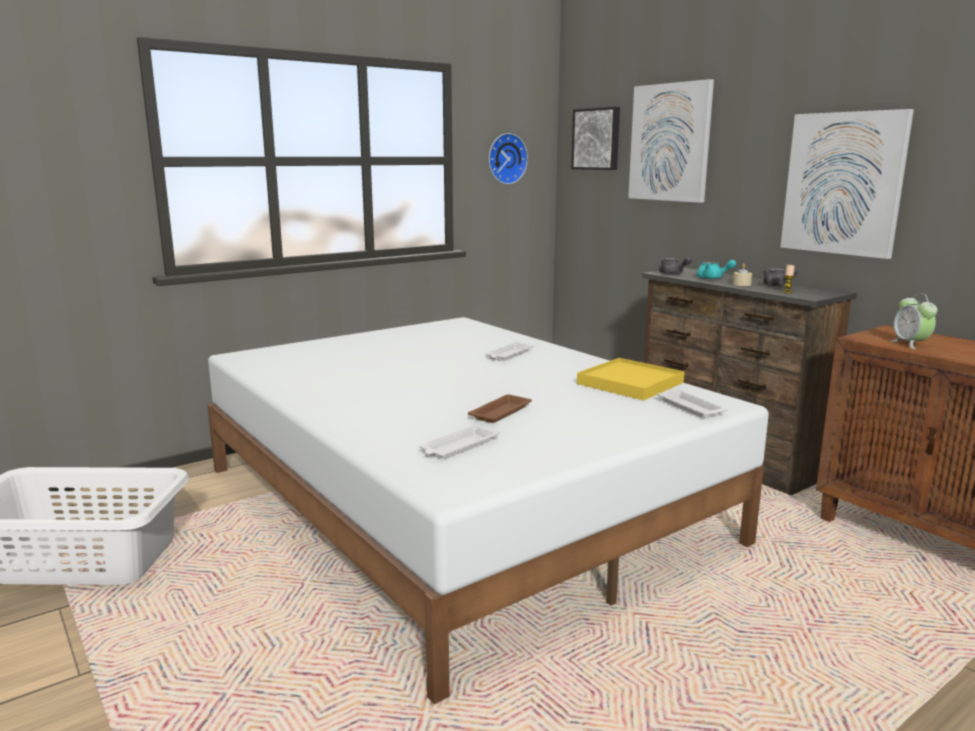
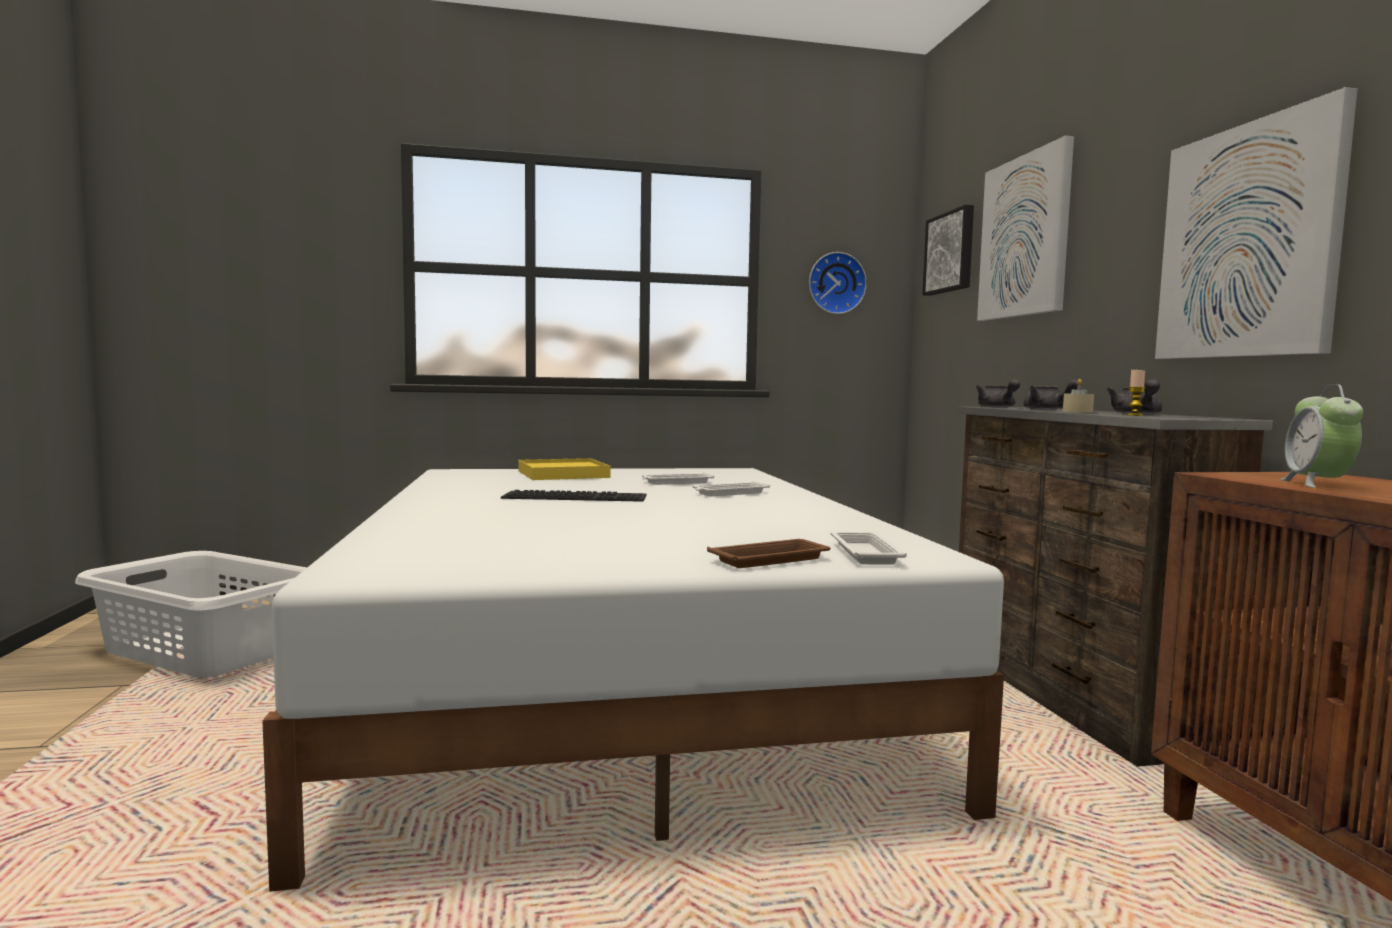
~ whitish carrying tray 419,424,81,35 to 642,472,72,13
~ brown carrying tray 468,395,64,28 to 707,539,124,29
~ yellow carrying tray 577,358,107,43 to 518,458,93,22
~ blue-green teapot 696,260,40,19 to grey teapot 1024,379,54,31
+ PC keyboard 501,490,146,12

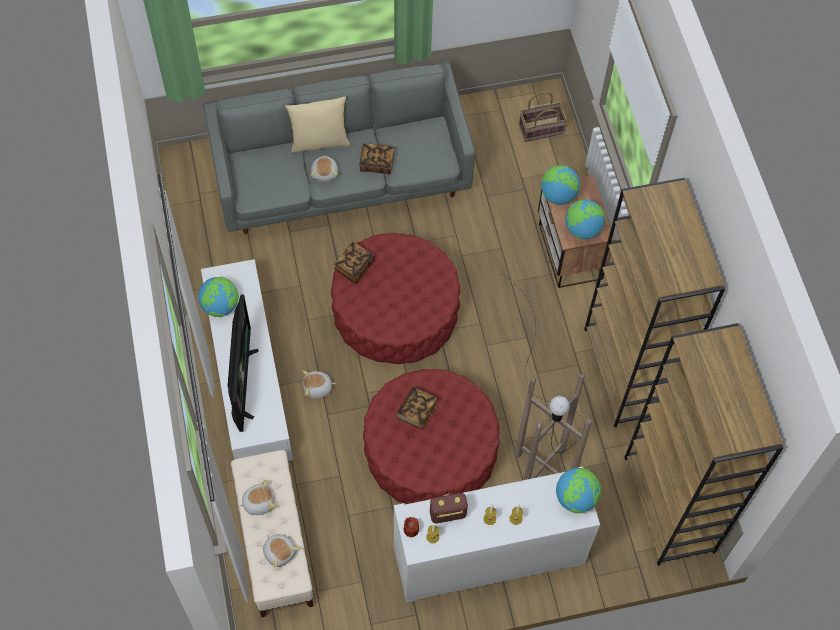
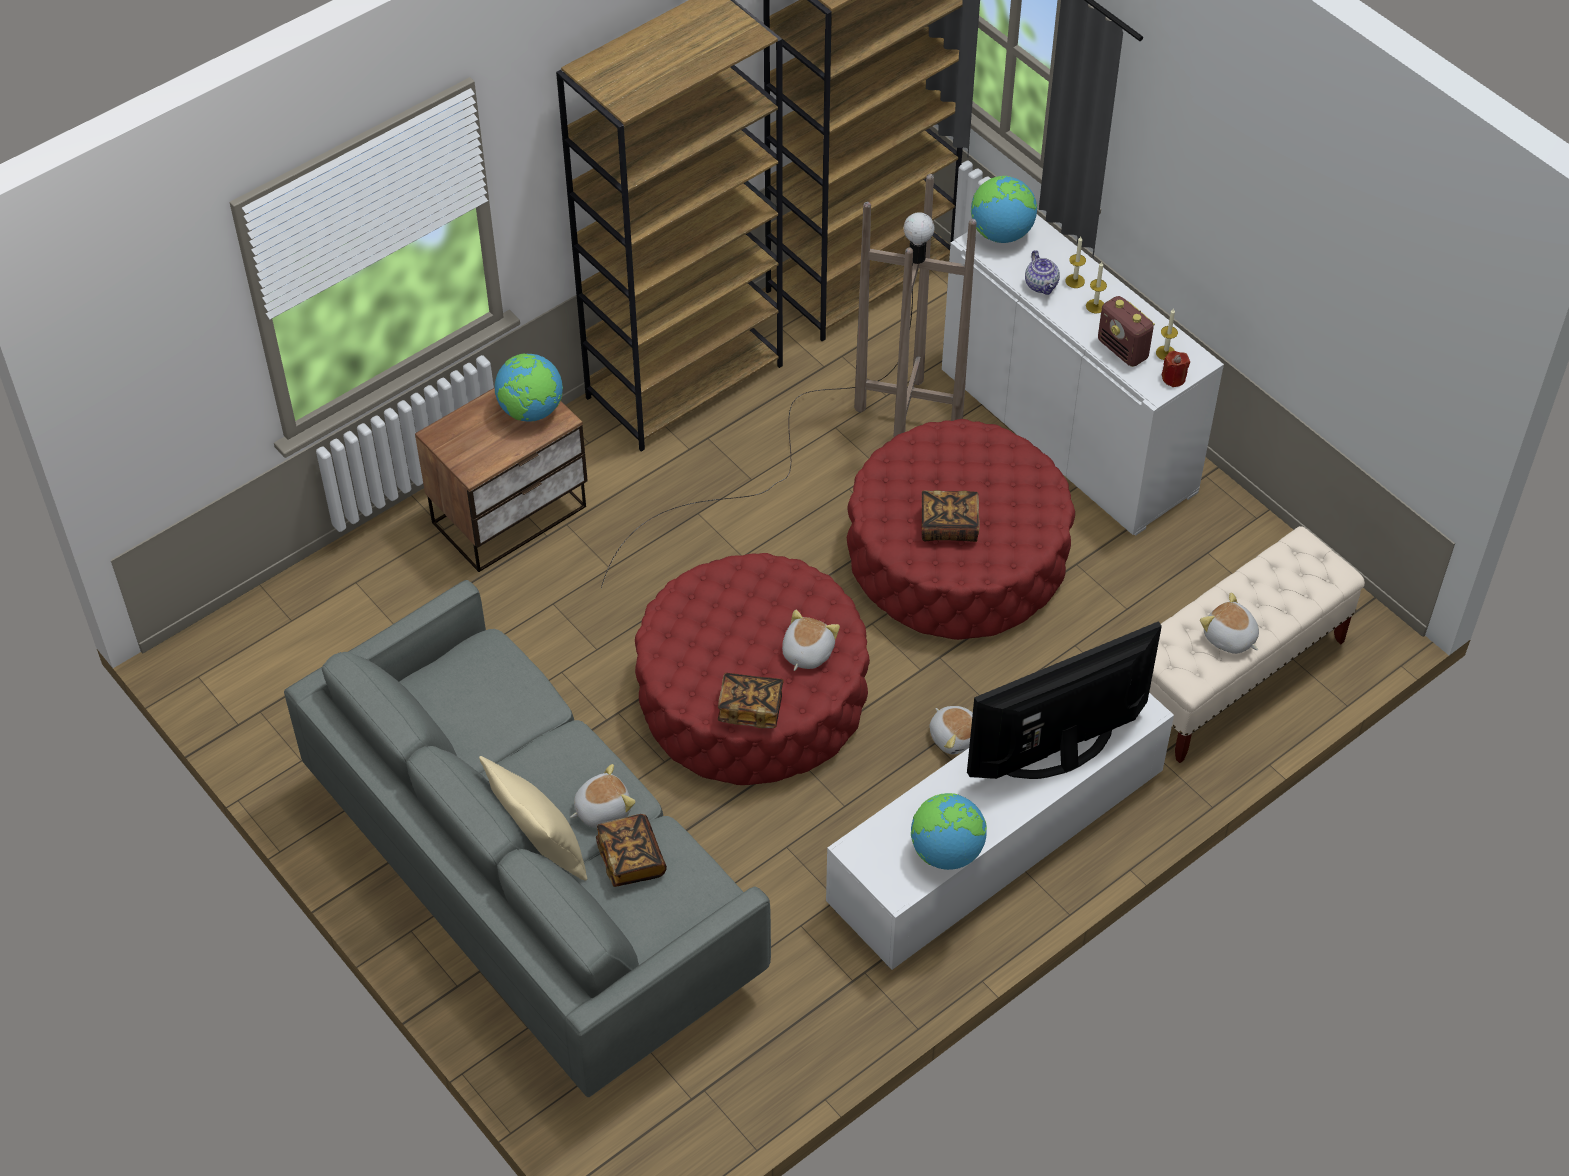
~ soft toy 263,534,36,33 to 782,610,58,61
~ book 359,143,35,32 to 596,814,71,73
- storage basket 519,91,48,51
- world globe 541,166,39,39
+ teapot 1025,250,35,45

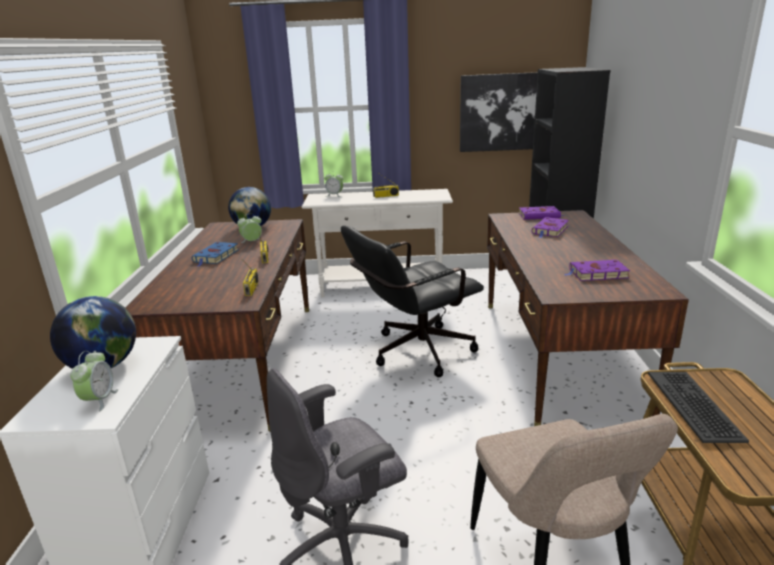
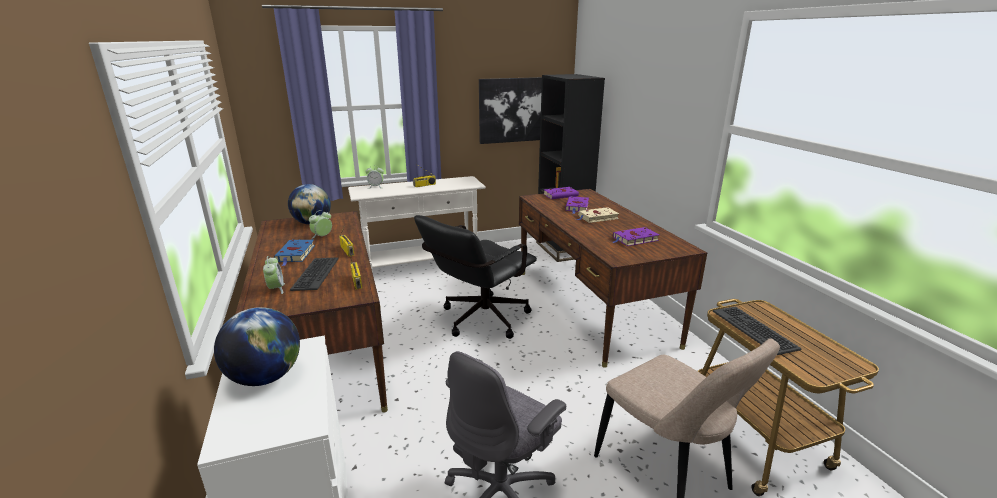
~ table clock 70,351,48,60 to 263,256,22,38
+ PC keyboard 290,257,49,34
+ beige-coloured book 576,207,43,16

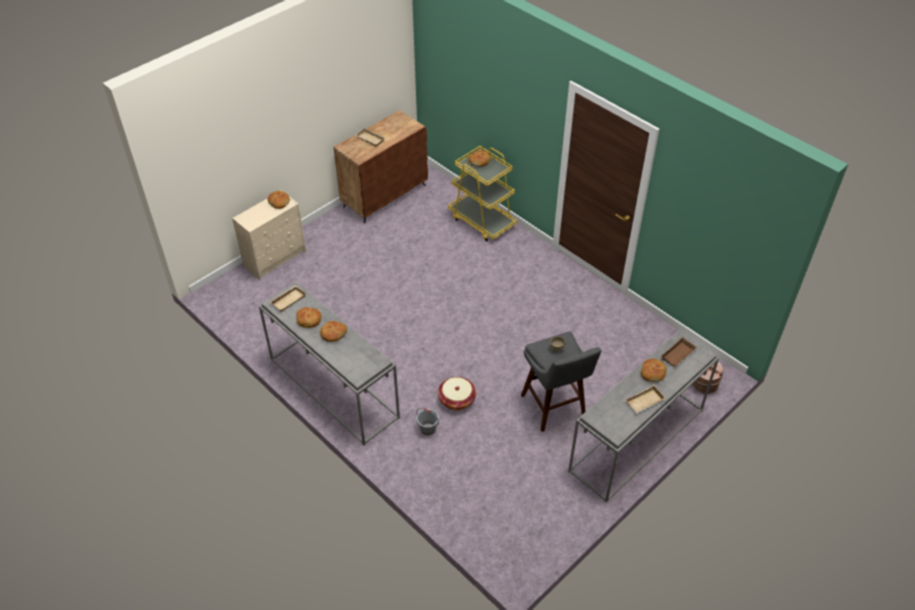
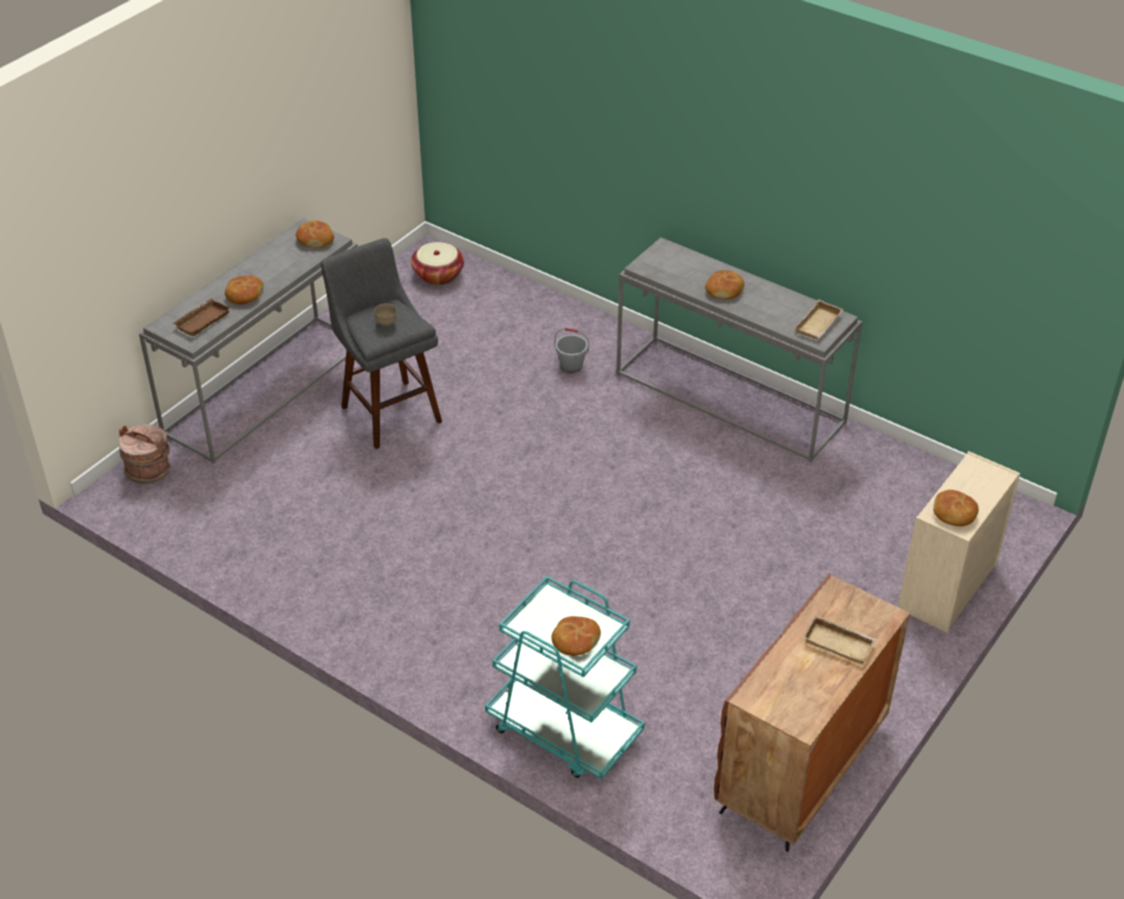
~ baked bread 296,307,25,21 to 296,221,38,27
~ storage basket 438,377,38,33 to 411,242,53,43
~ yellow wheeled cart 448,146,69,96 to blue-green wheeled cart 485,576,160,203
- beige-coloured carrying tray 625,385,41,28

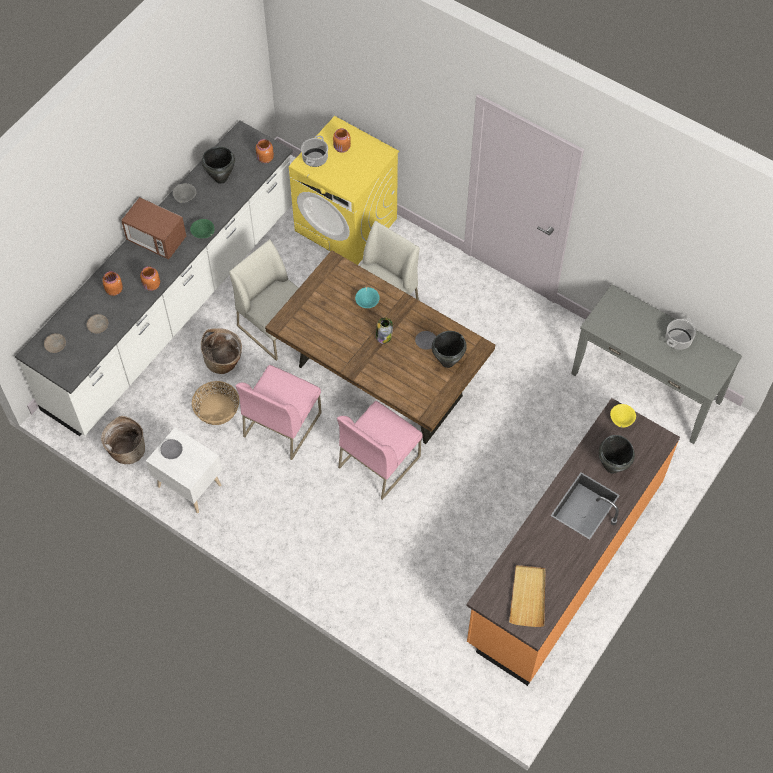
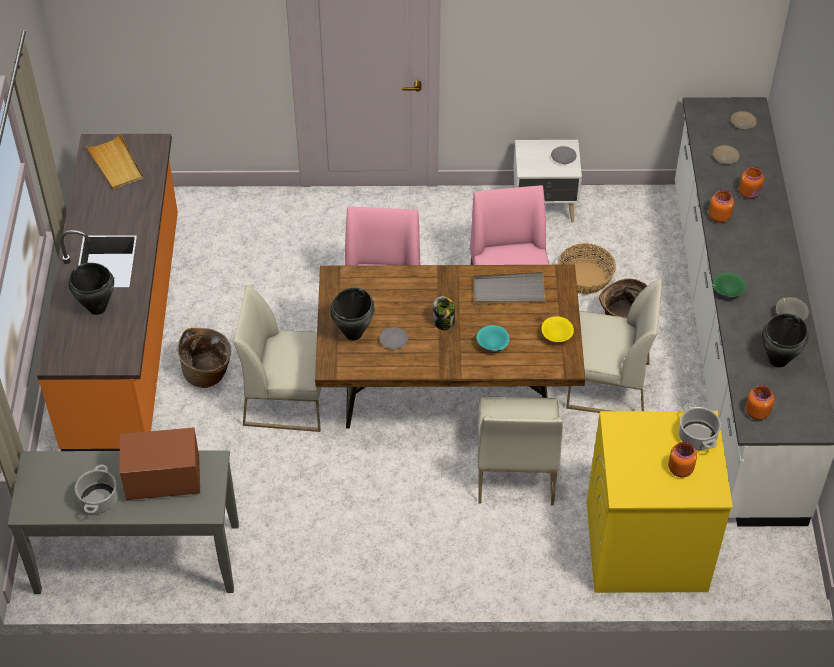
~ storage basket 101,416,44,48 to 178,328,53,60
~ microwave oven 121,197,65,62 to 120,427,80,73
~ yellow bowl 610,404,26,24 to 542,316,32,26
+ whitish chair 233,285,88,147
+ grey carrying tray 473,271,73,34

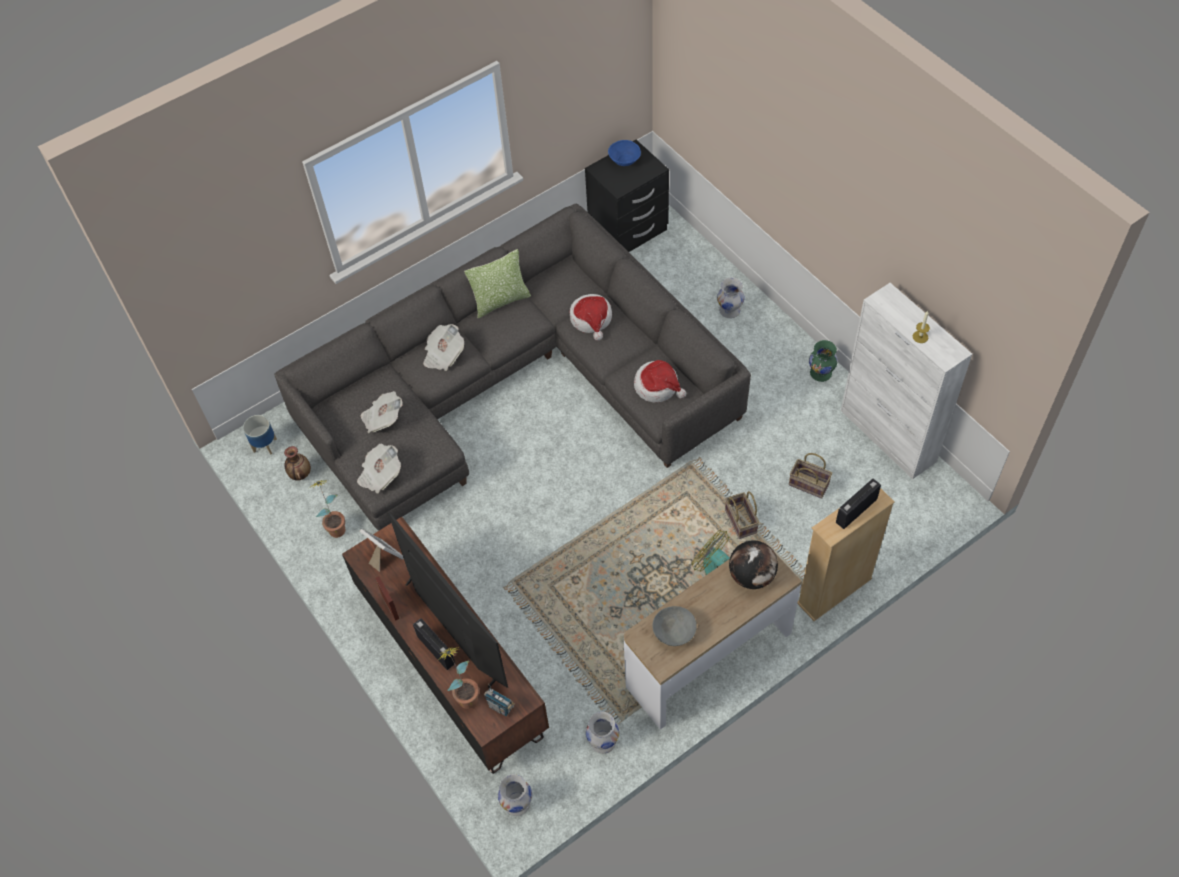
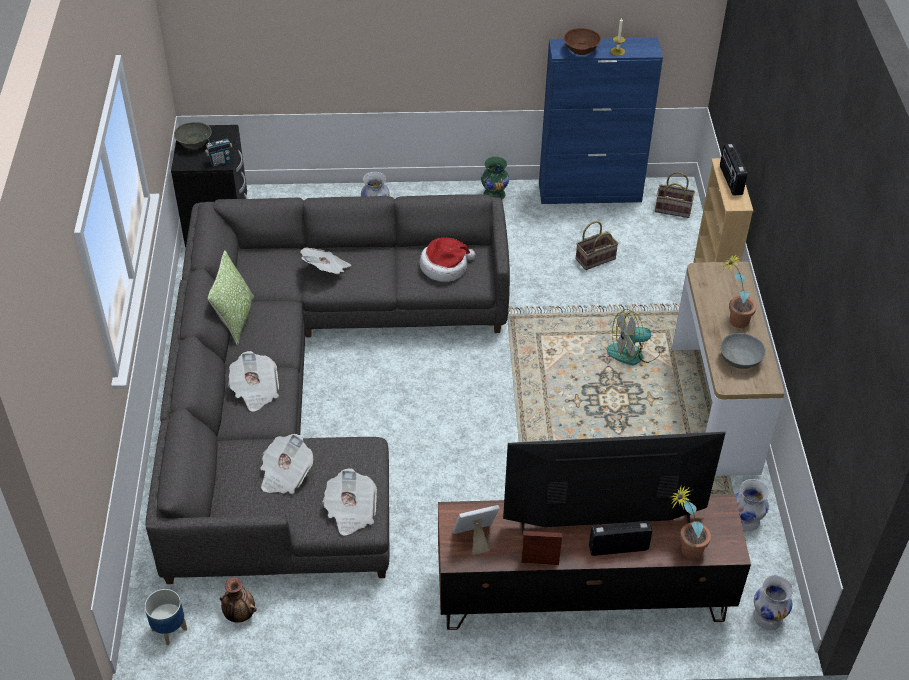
~ plant in a pot 312,480,33,58 to 722,254,35,74
~ radio set 484,684,31,32 to 205,134,27,33
~ wearable hat 570,294,42,47 to printed paper 300,248,51,26
~ bluish bowl 608,140,33,26 to grey bowl 174,122,38,27
~ storage basket 725,491,34,48 to 655,172,40,46
- world globe 729,540,49,49
~ whitish cupboard 841,283,131,196 to bluish cupboard 539,37,124,167
+ brown bowl 564,28,37,27

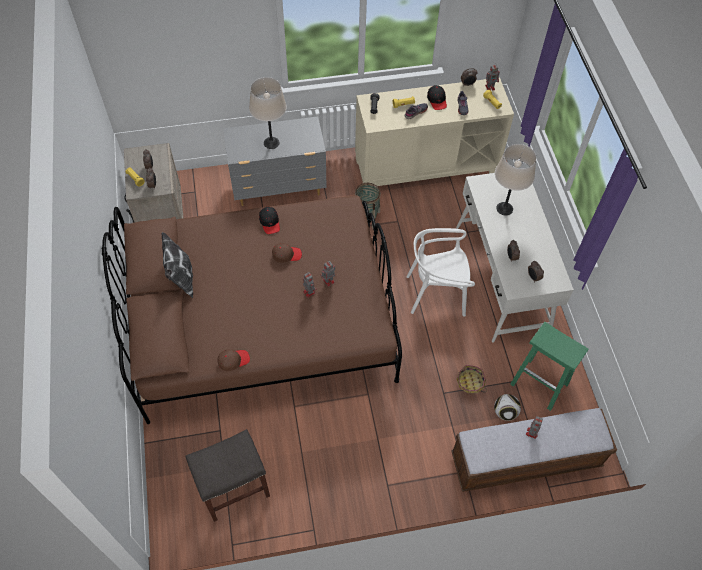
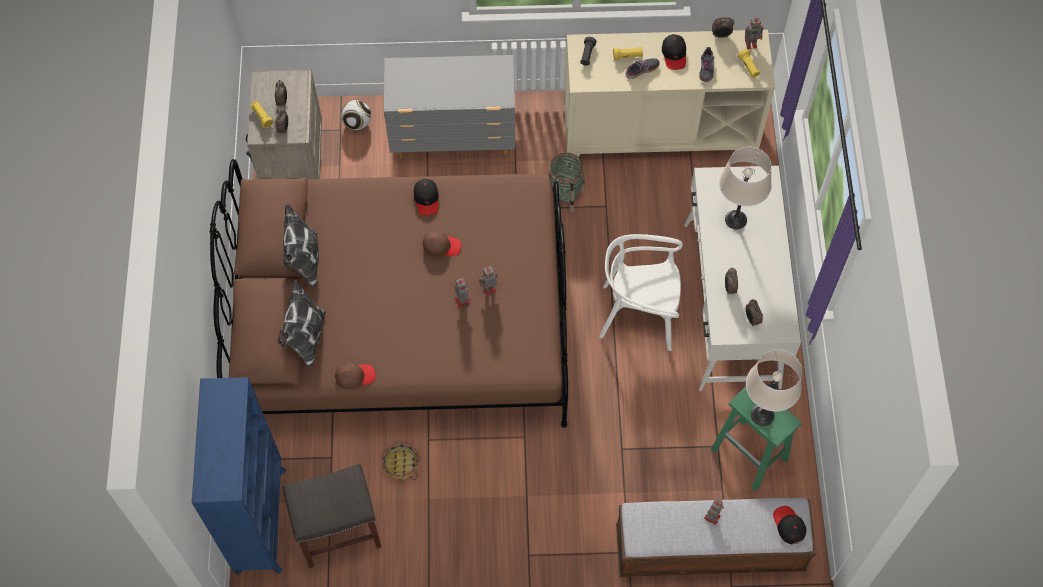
~ beige-coloured tabletop lamp 249,77,38,72 to 746,349,56,77
~ storage basket 457,365,30,28 to 381,441,39,39
~ football ball 494,394,27,27 to 341,100,30,30
+ bluish bookcase 192,377,94,198
+ cushion 278,279,48,90
+ black-coloured baseball cap 773,506,34,38

